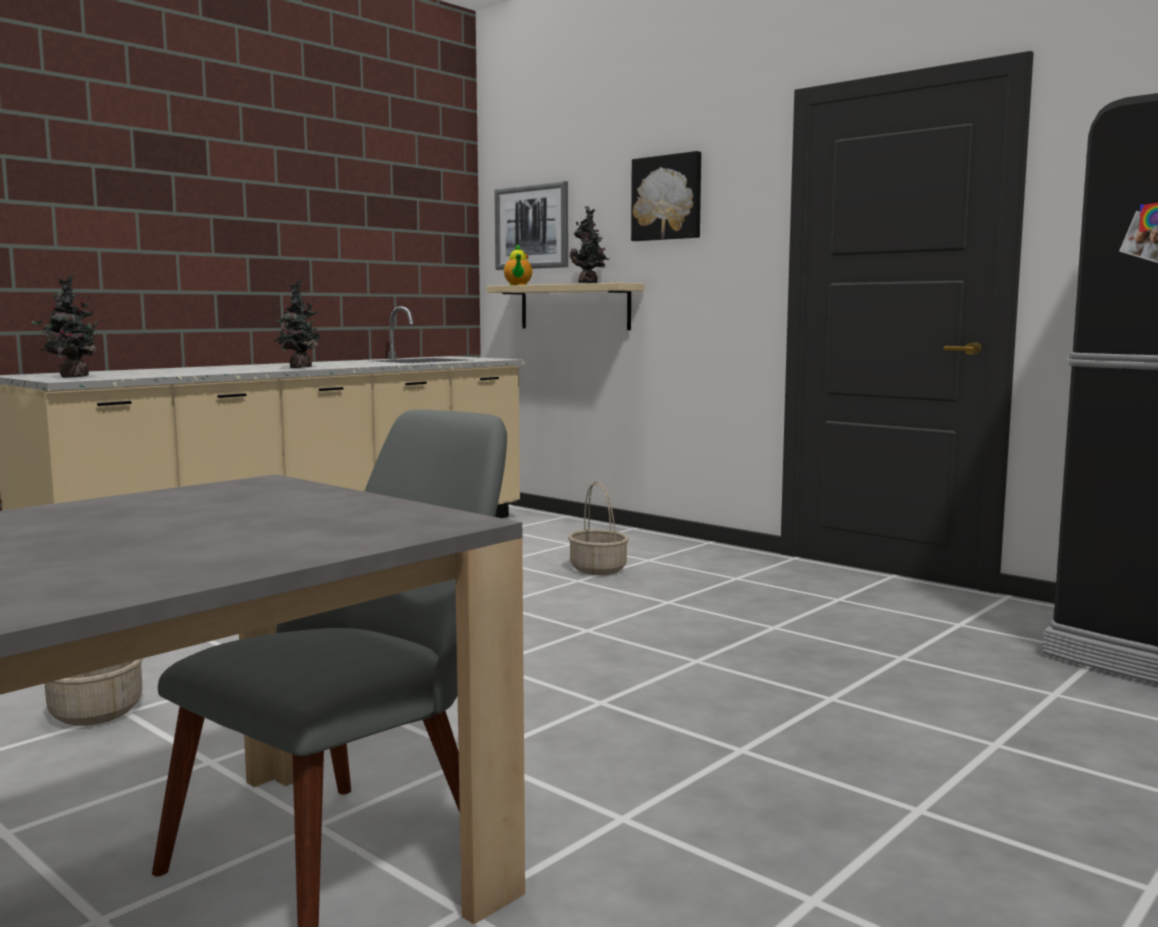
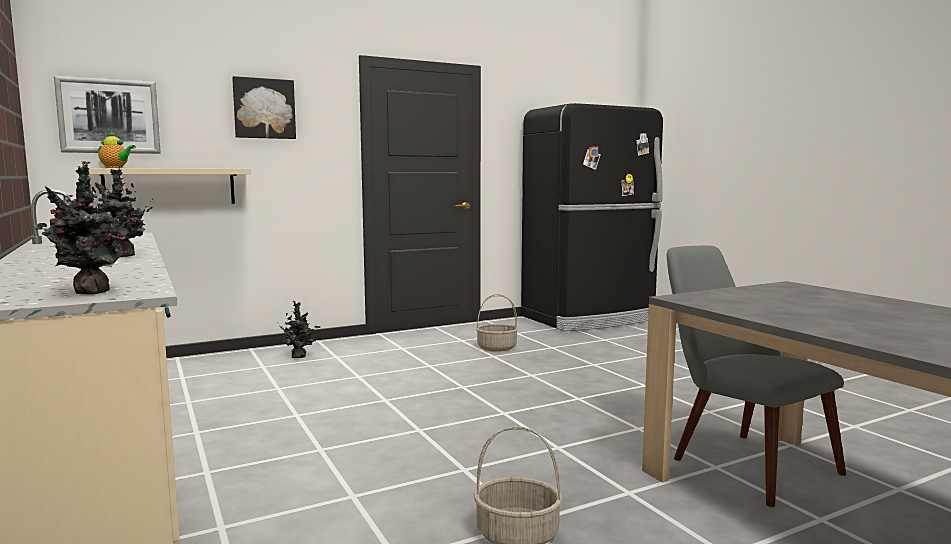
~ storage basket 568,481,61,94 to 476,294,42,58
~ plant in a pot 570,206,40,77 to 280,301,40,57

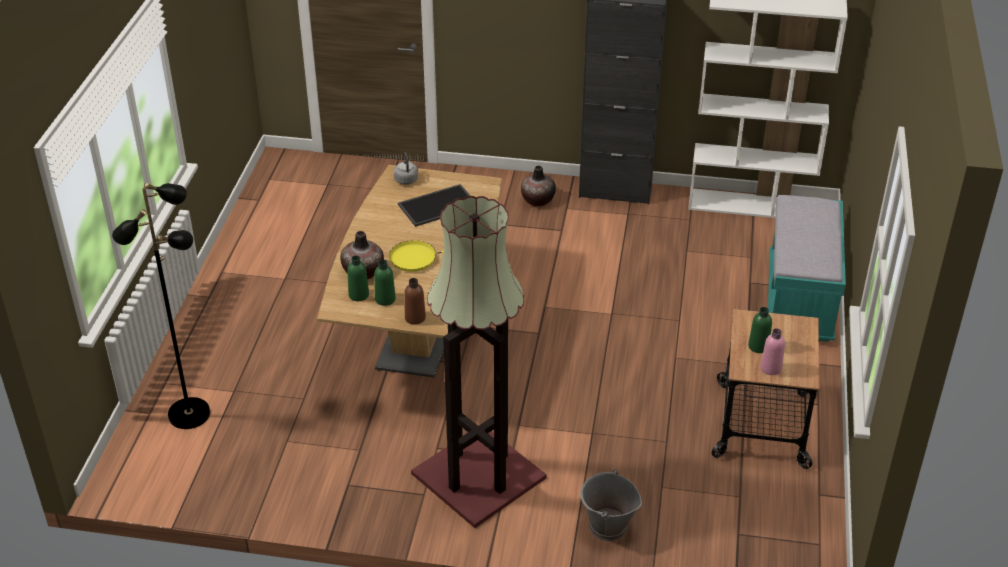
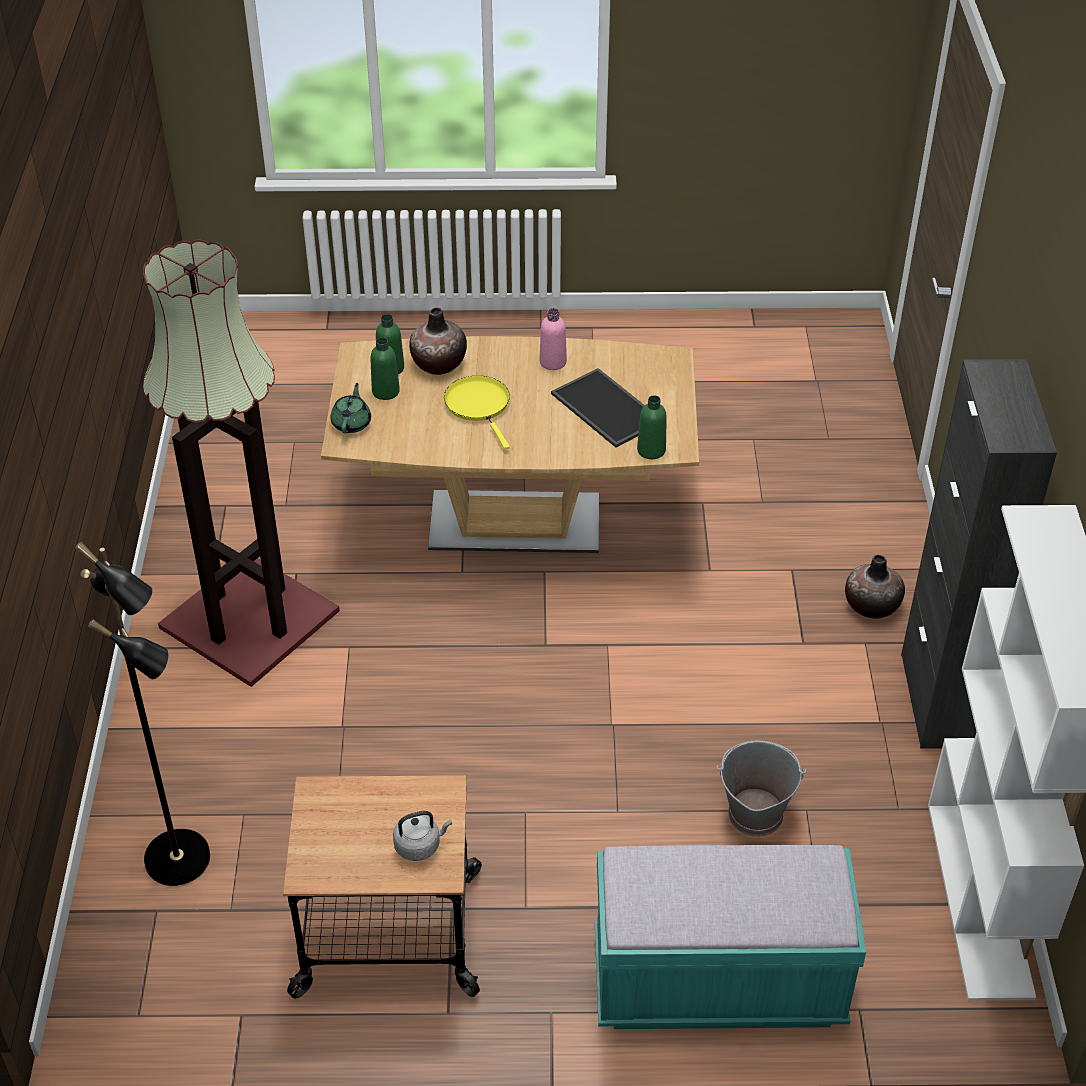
~ black-coloured floor lamp 112,183,98,246 to 75,542,135,344
~ grey kettle 394,152,24,33 to 393,811,59,50
~ brown bottle 404,278,22,46 to greenish teapot 331,383,40,50
~ grey water bucket 580,469,62,72 to 716,740,91,97
~ greenish bottle 748,307,24,46 to 637,395,30,64
~ pink-coloured bottle 760,328,25,47 to 540,308,27,62

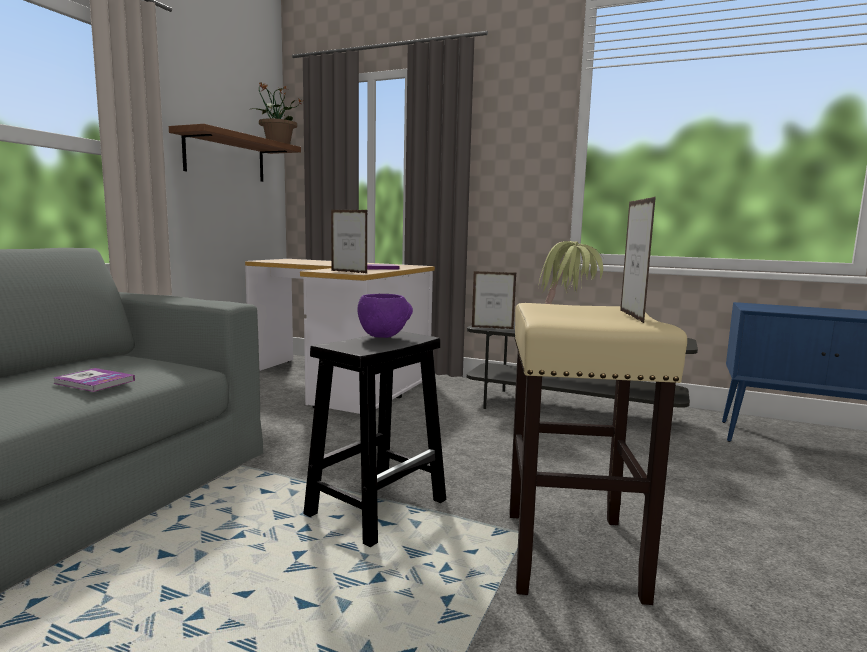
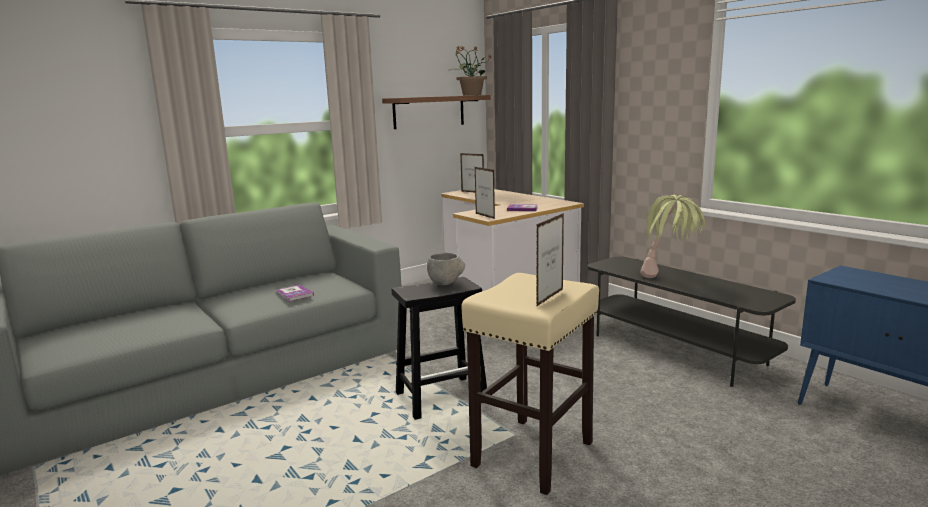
~ purplish bowl 357,294,56,44 to grey bowl 427,253,38,32
~ photo frame 472,271,44,58 to 460,153,24,40

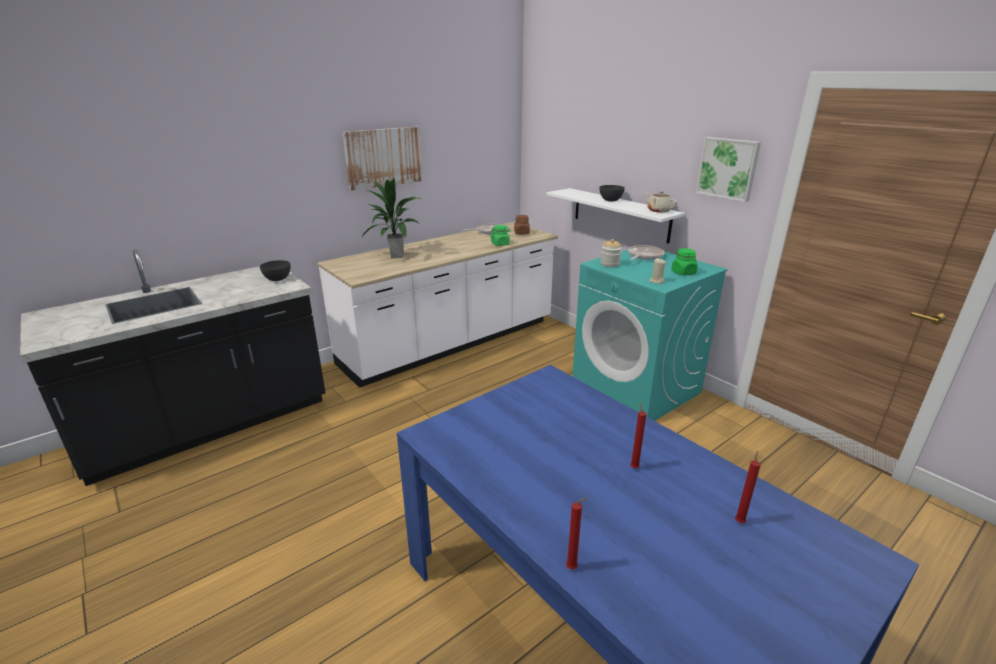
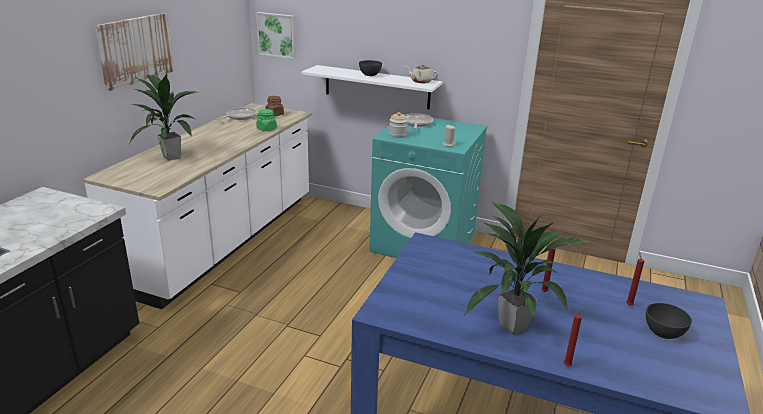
~ grey bowl 260,260,31,21 to 646,303,46,36
- greenish jar 671,248,27,27
~ wall picture 696,137,65,65 to 256,12,40,47
+ plant in a pot 465,200,123,135

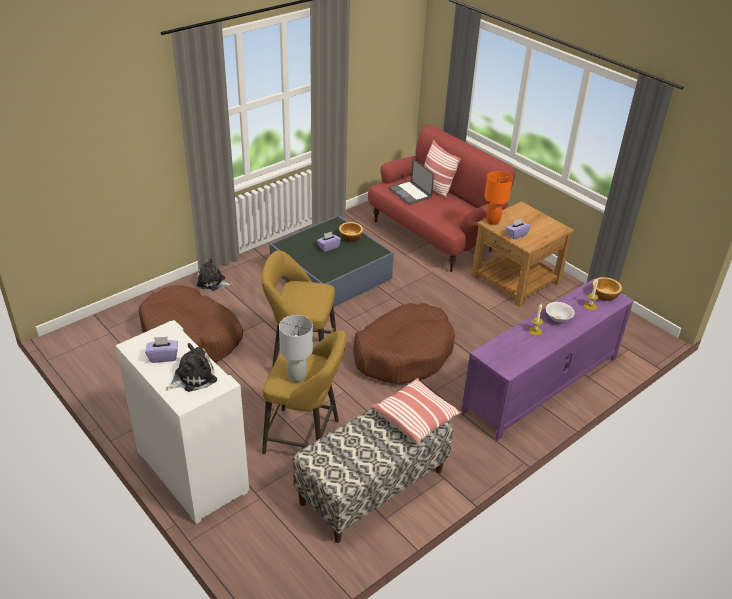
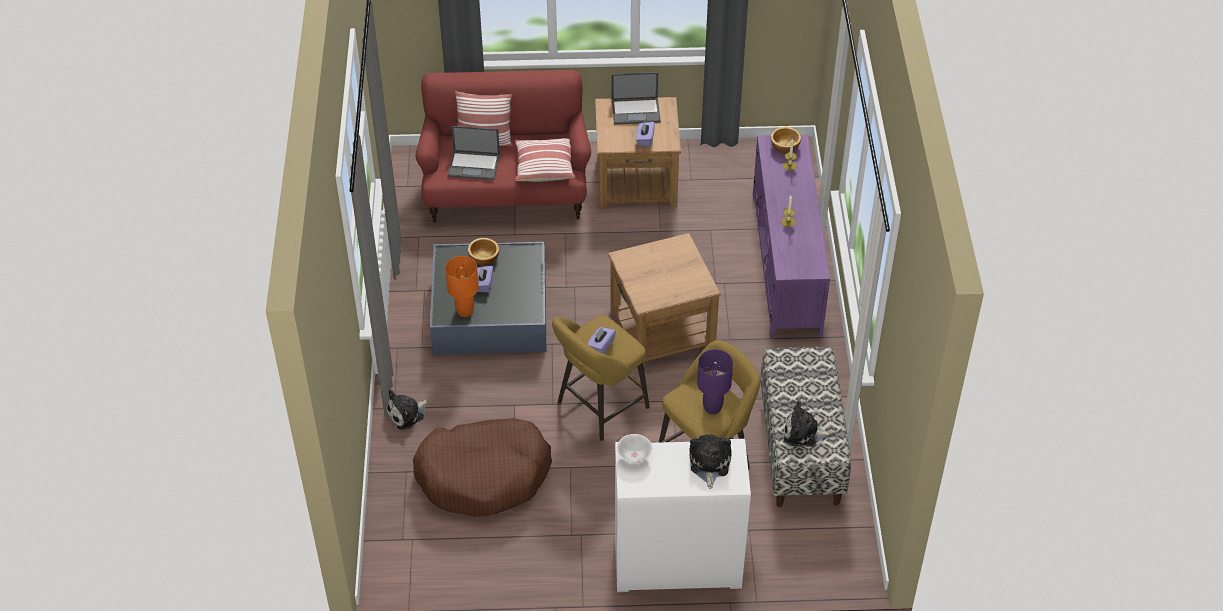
~ purplish box of tissues 145,337,33,26 to 588,327,28,27
~ grey tabletop lamp 279,315,34,67 to purplish tabletop lamp 697,349,36,65
~ brown pet bed 353,303,102,81 to brown side table 608,233,113,136
~ cushion 372,378,90,66 to 515,138,60,44
~ orange-coloured tabletop lamp 484,171,29,54 to 445,256,34,61
~ whitish bowl 546,302,29,20 to 617,434,36,29
+ laptop 612,72,49,53
+ soft toy 784,400,48,47

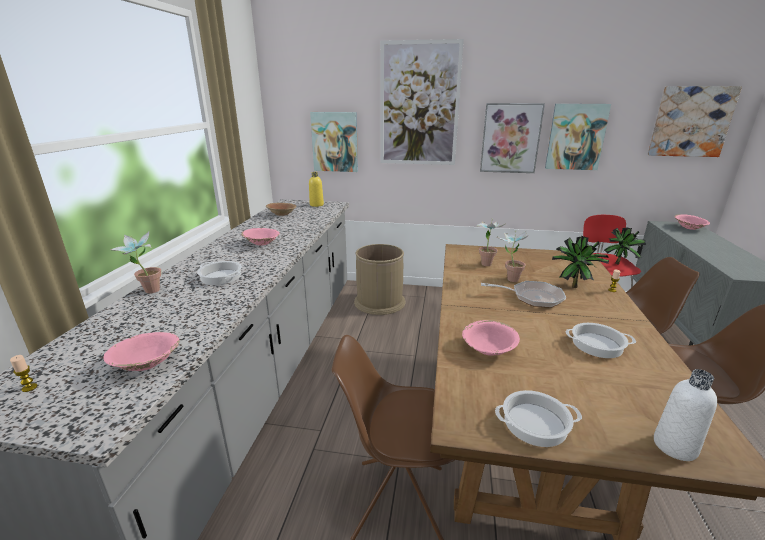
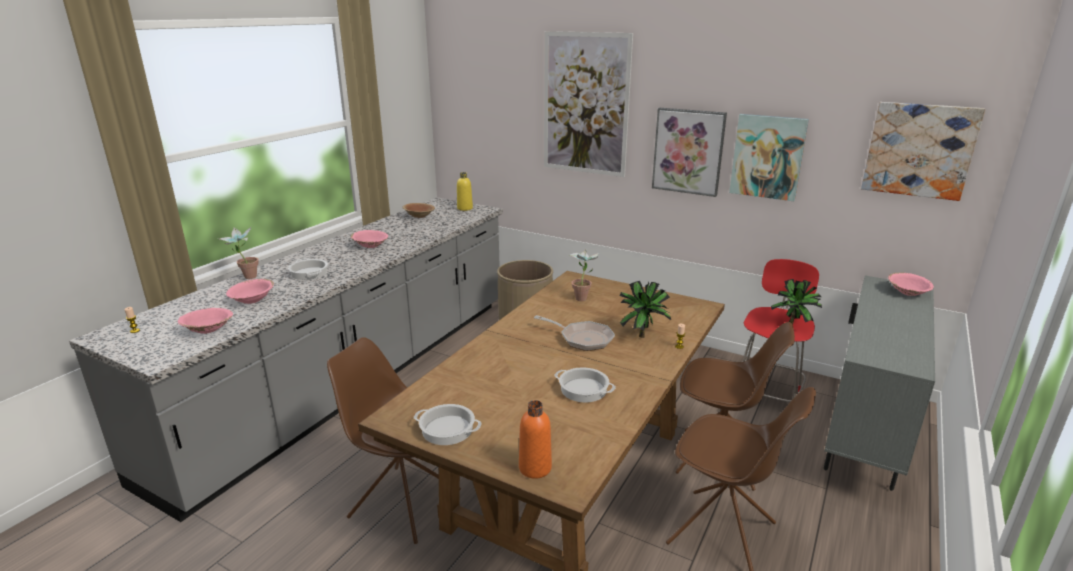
- wall picture 310,112,48,60
~ pink-coloured bowl 462,320,58,36 to 226,279,48,25
- plant in a pot 497,231,32,51
~ whitish bottle 654,369,63,92 to orange-coloured bottle 519,400,33,79

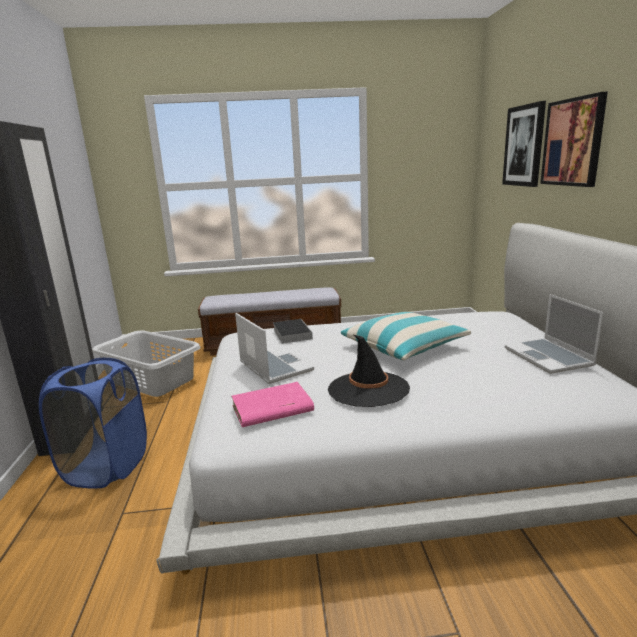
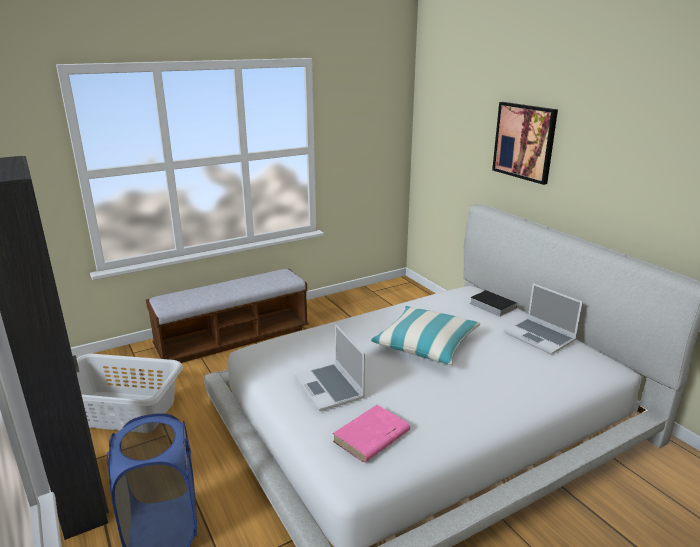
~ laptop 235,313,79,71 = 295,324,70,87 150 degrees counterclockwise
~ book 273,319,39,25 to 470,290,47,27
- black-coloured wearable hat 328,335,82,72
- wall picture 502,101,44,86

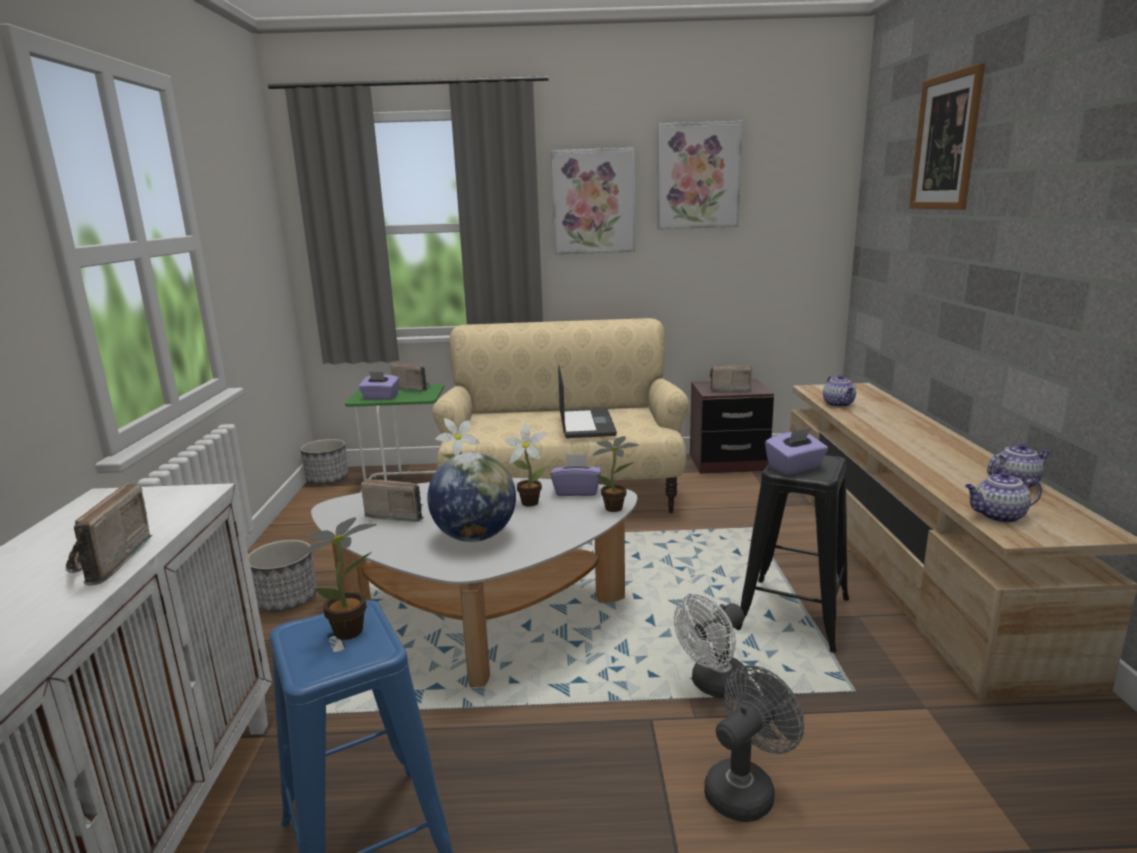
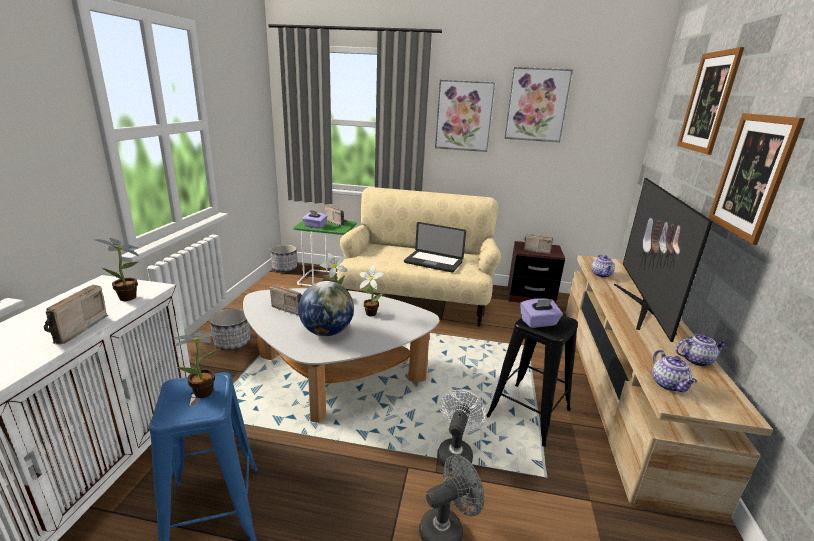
- purplish box of tissues 551,454,50,42
~ laptop 558,365,59,73 = 404,222,62,50 105 degrees clockwise
~ plant in a pot 593,436,46,76 to 94,238,45,63
~ whitish electric fan 674,594,75,104 = 437,390,49,80 135 degrees clockwise
~ teapot 965,472,77,51 = 652,350,45,42 105 degrees counterclockwise
+ TV set 614,178,99,164
+ wall picture 708,113,97,132

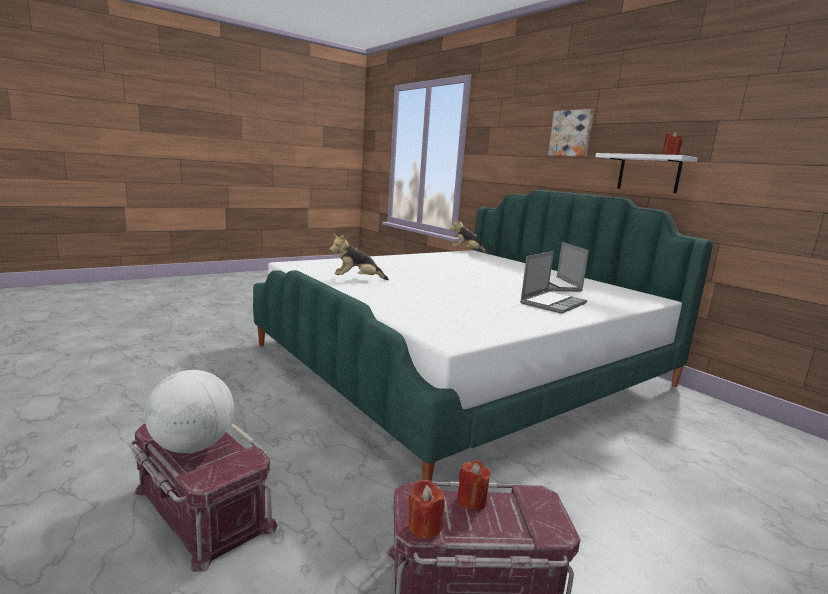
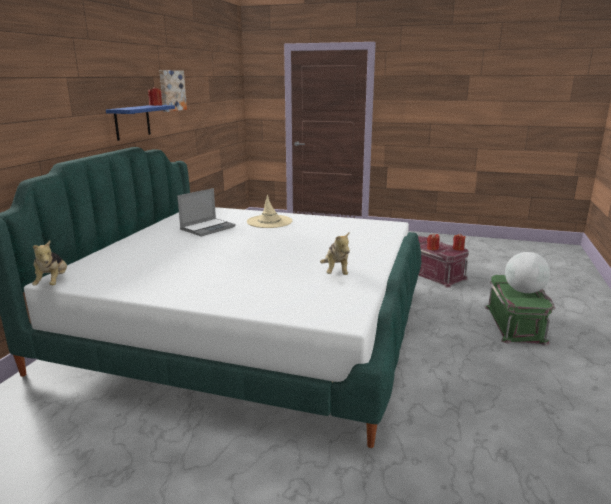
~ red storage bin 129,423,148,149 to greenish storage bin 485,275,71,71
~ soft toy 330,234,59,46 = 320,231,30,44 45 degrees clockwise
~ laptop 520,251,67,63 to beige-coloured wearable hat 247,195,45,33
~ wall picture 548,109,46,48 to 159,70,28,42
~ whitish wall shelf 595,153,103,40 to bluish wall shelf 106,105,69,36

